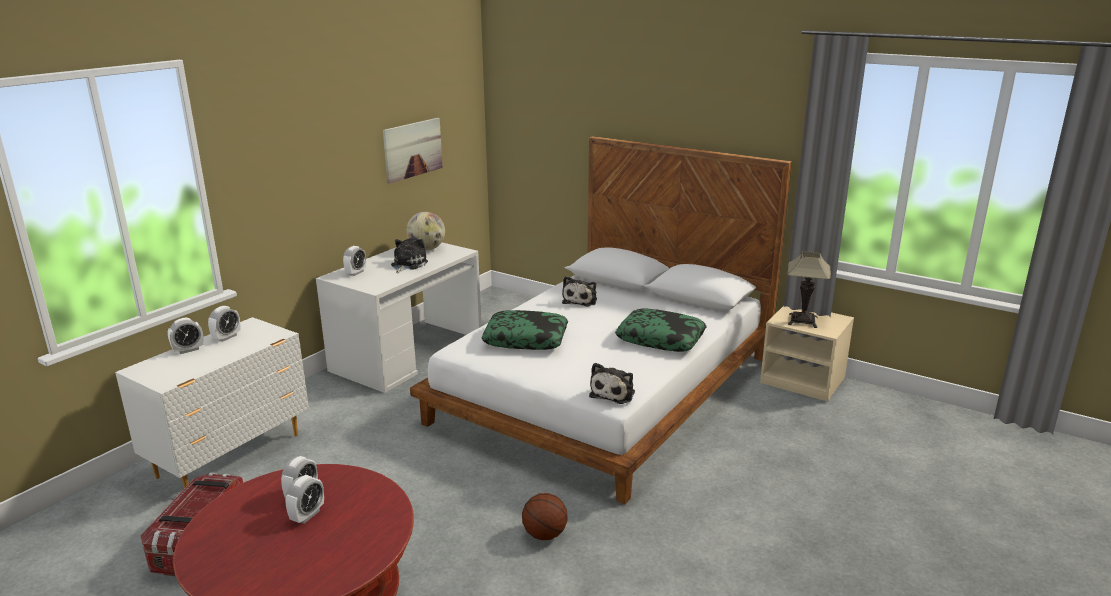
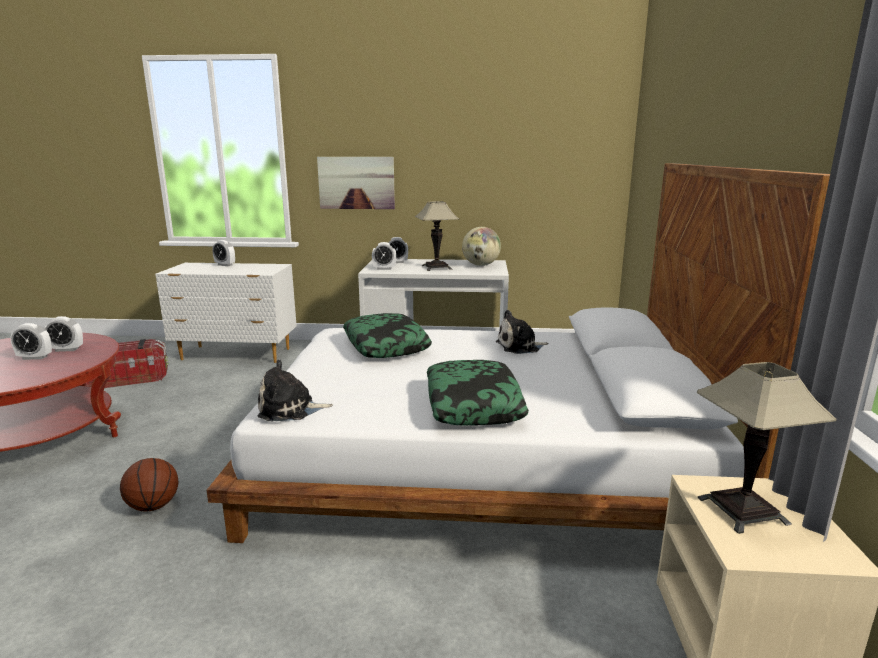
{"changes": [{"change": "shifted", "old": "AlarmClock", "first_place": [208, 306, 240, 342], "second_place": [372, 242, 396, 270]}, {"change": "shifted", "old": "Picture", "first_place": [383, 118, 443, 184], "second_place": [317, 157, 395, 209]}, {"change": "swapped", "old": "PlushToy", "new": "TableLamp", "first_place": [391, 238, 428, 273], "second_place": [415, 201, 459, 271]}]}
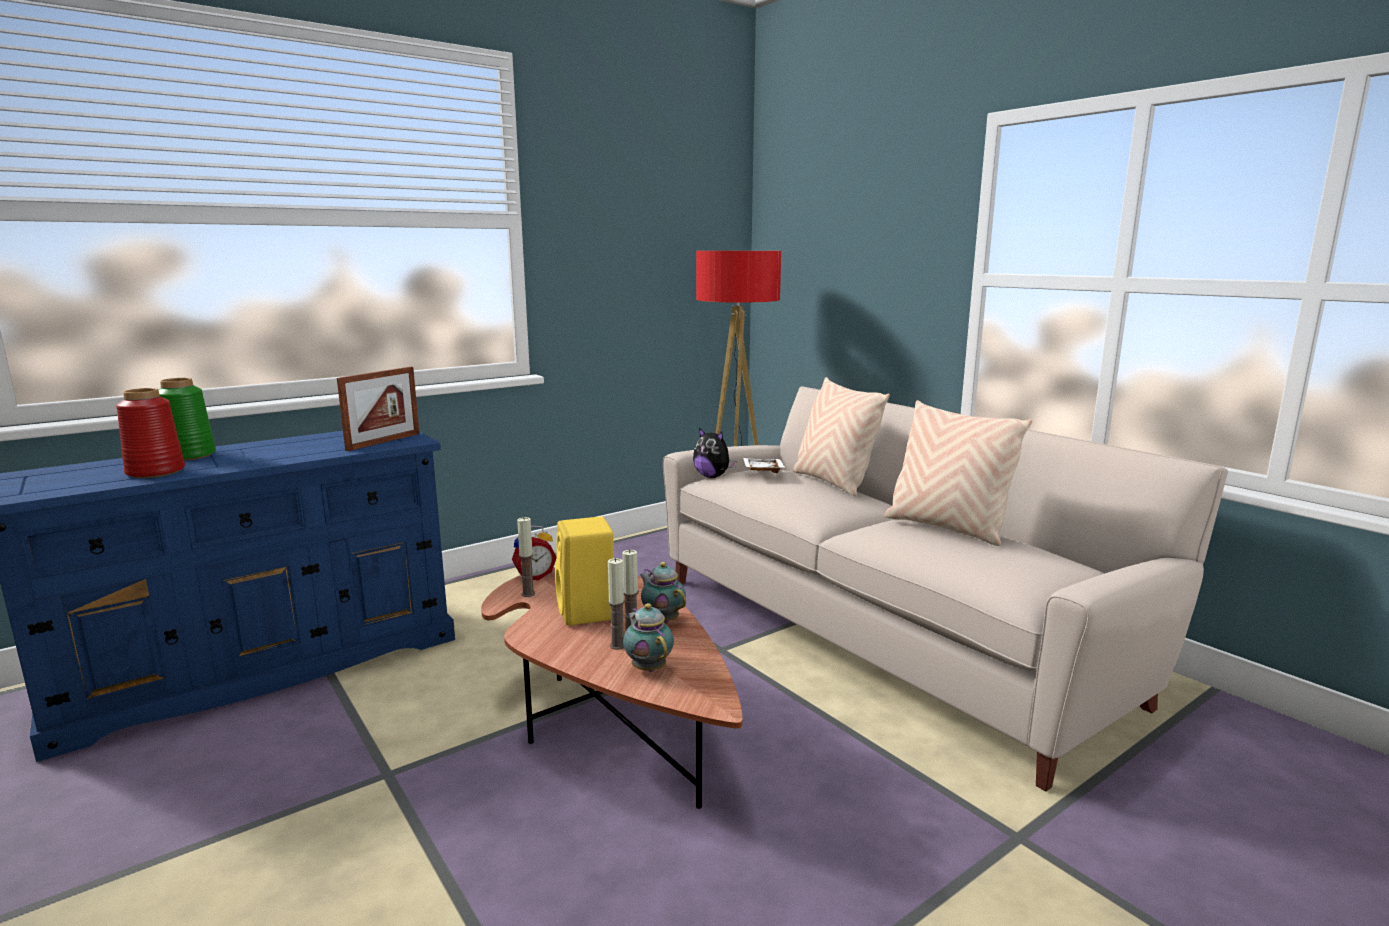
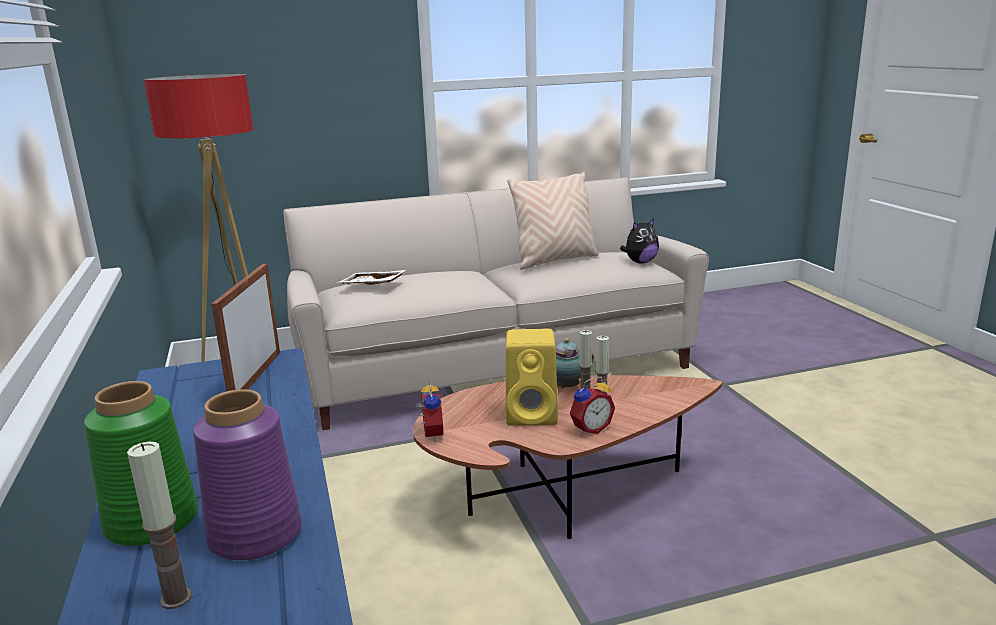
{"changes": [{"change": "repainted", "old": "RedVase", "new": "PurpleVase", "first_place": [116, 388, 185, 478], "second_place": [193, 389, 302, 560]}, {"change": "rotated", "old": "PictureFrame", "first_place": [337, 367, 420, 451], "second_place": [211, 264, 280, 392], "degrees": -135}, {"change": "shifted", "old": "Candle", "first_place": [517, 517, 535, 597], "second_place": [127, 442, 192, 609]}, {"change": "gone", "old": "Teapot", "first_place": [623, 603, 674, 672]}, {"change": "shifted", "old": "PlushToy", "first_place": [693, 427, 736, 478], "second_place": [620, 218, 659, 263]}, {"change": "gone", "old": "BeigePillow", "first_place": [793, 377, 890, 496]}, {"change": "new", "new": "AlarmClock", "second_place": [570, 377, 615, 435]}]}
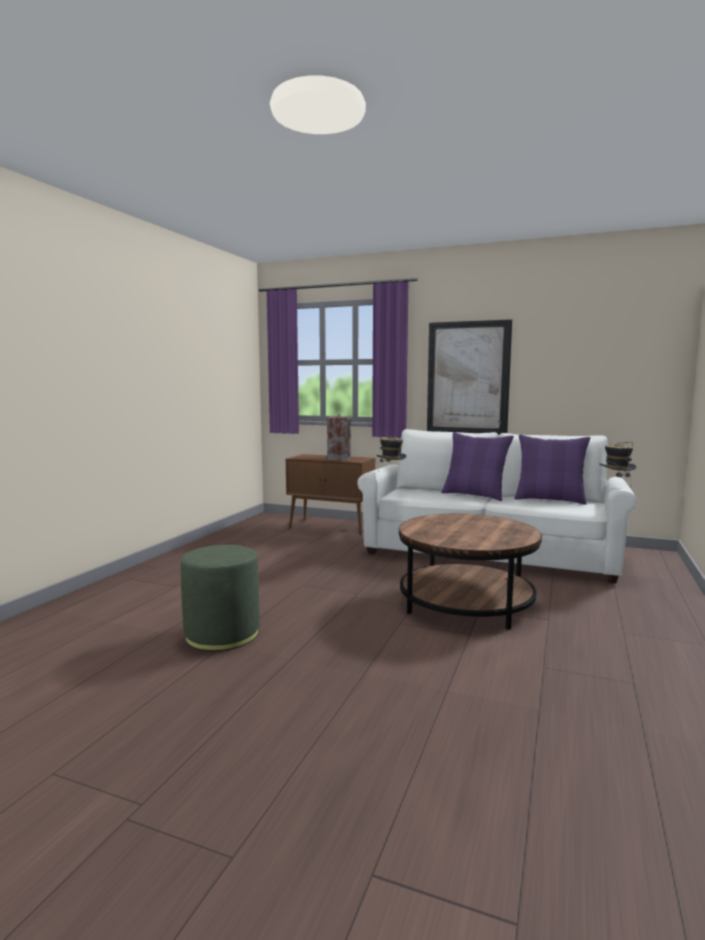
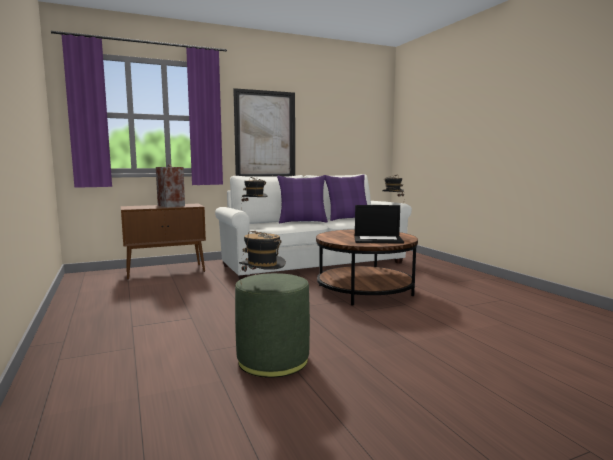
{"changes": [{"change": "new", "new": "Hat", "second_place": [239, 231, 286, 274]}, {"change": "new", "new": "Laptop", "second_place": [354, 205, 404, 244]}]}
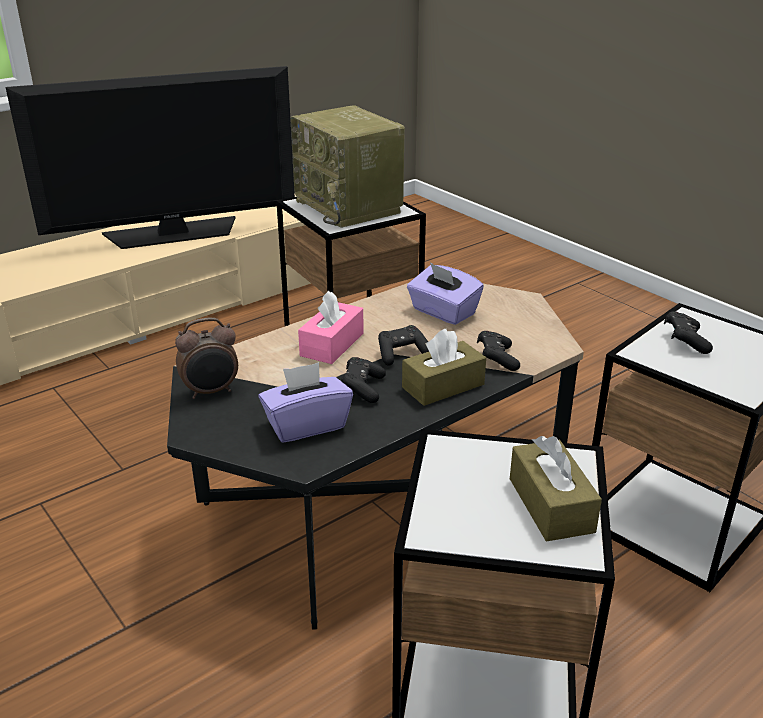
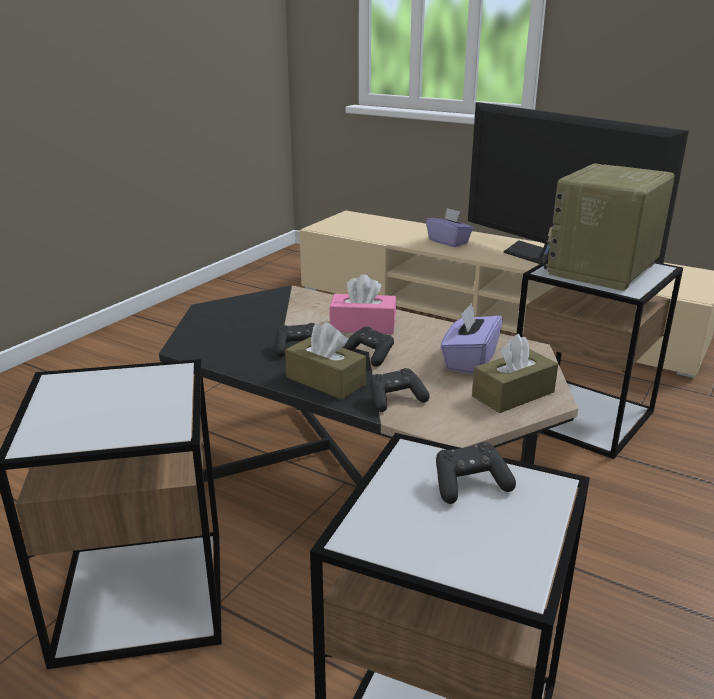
{"changes": [{"change": "gone", "old": "AlarmClock", "first_place": [175, 317, 238, 399]}, {"change": "shifted", "old": "PurpleTissueBox", "first_place": [258, 362, 353, 442], "second_place": [426, 208, 473, 247]}, {"change": "shifted", "old": "BrownTissueBox", "first_place": [510, 436, 602, 542], "second_place": [472, 334, 558, 413]}]}
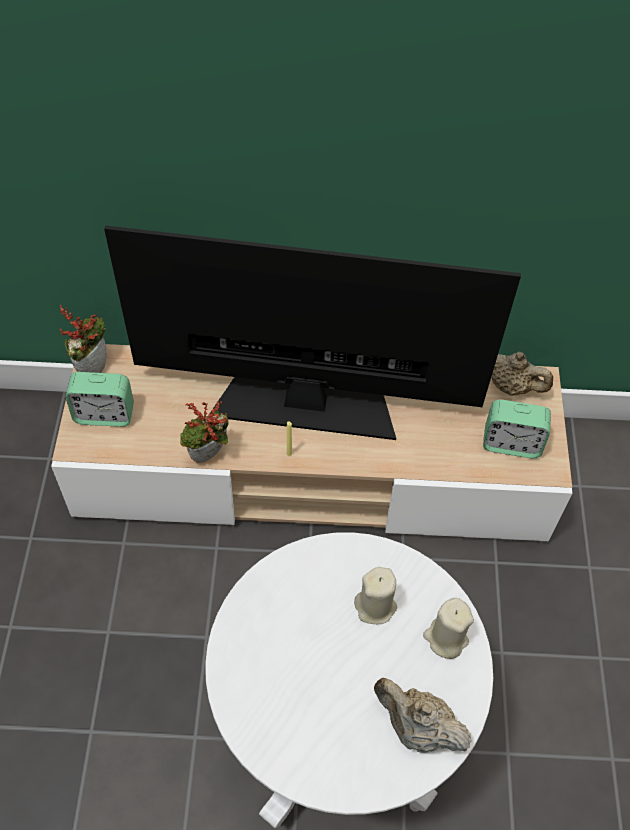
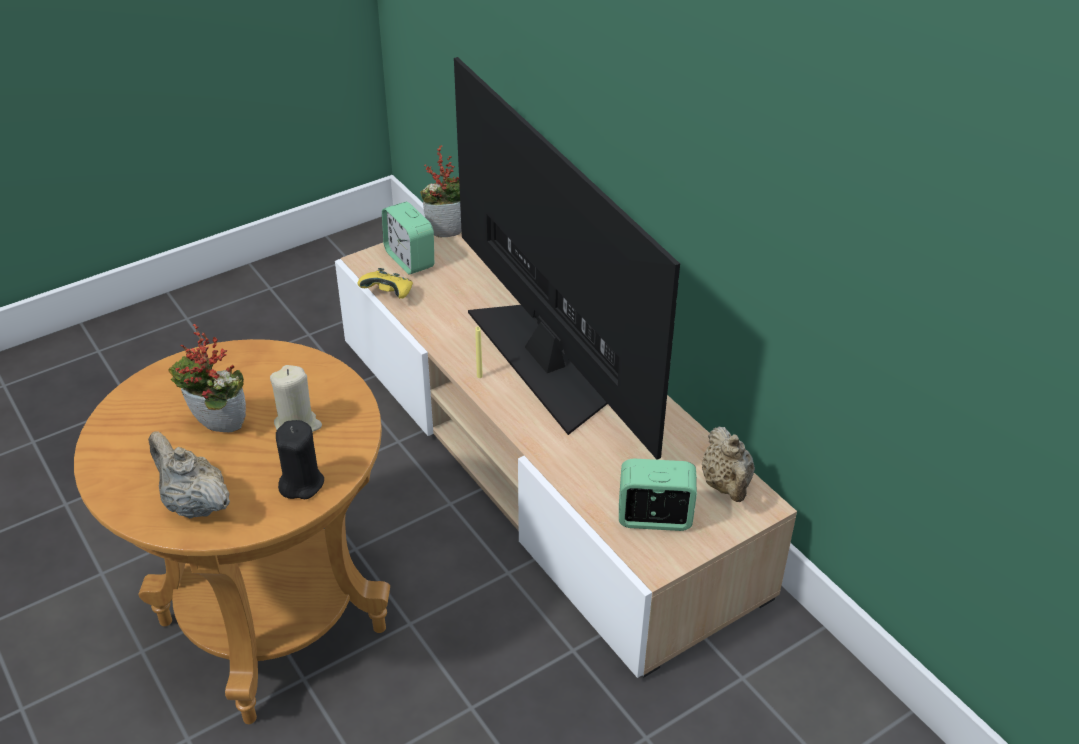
{"changes": [{"change": "shifted", "old": "PottedPlant", "first_place": [180, 401, 229, 463], "second_place": [168, 324, 246, 433]}, {"change": "repainted", "old": "WhiteSideTable", "new": "BrownSideTable", "first_place": [205, 532, 493, 828], "second_place": [74, 339, 390, 724]}, {"change": "rotated", "old": "BeigeTeapot", "first_place": [374, 678, 472, 753], "second_place": [148, 432, 230, 518], "degrees": -45}, {"change": "repainted", "old": "BeigeCandle", "new": "BlackCandle", "first_place": [423, 598, 474, 659], "second_place": [276, 420, 324, 499]}, {"change": "rotated", "old": "AlarmClock", "first_place": [483, 399, 551, 458], "second_place": [619, 458, 697, 531], "degrees": 120}, {"change": "new", "new": "YellowGameController", "second_place": [358, 268, 413, 299]}]}
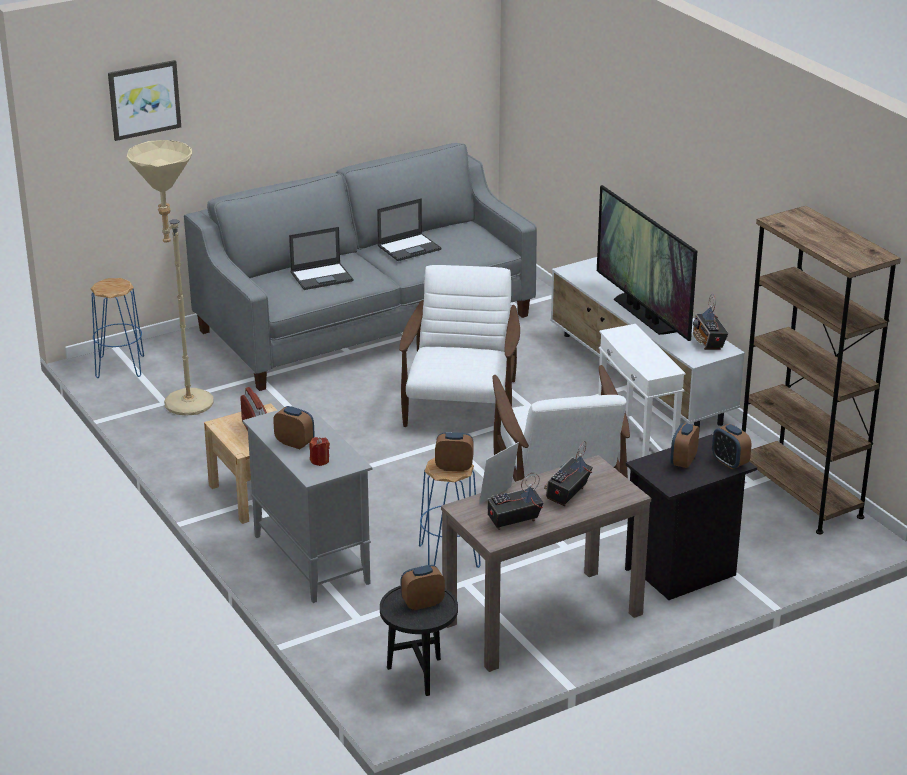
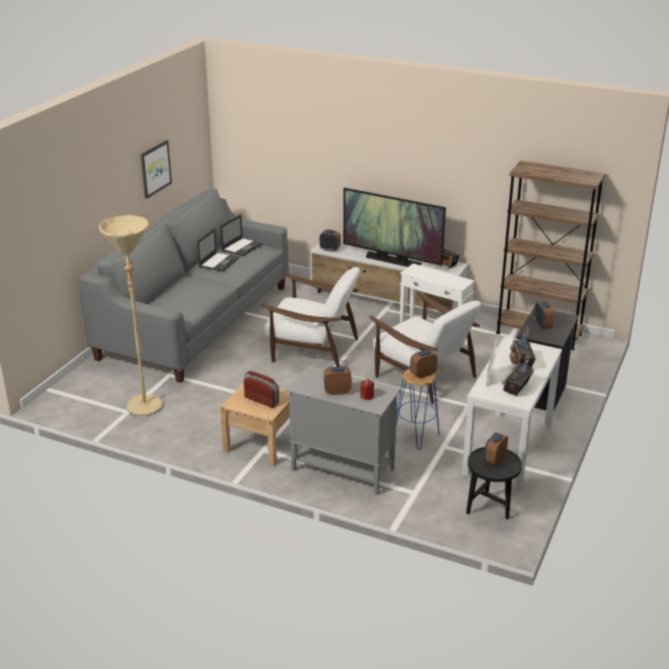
{"changes": [{"change": "gone", "old": "BlueStool", "first_place": [91, 278, 144, 378]}, {"change": "shifted", "old": "Picture", "first_place": [108, 60, 181, 141], "second_place": [140, 140, 172, 199]}, {"change": "shifted", "old": "Laptop", "first_place": [289, 227, 353, 290], "second_place": [220, 214, 263, 257]}, {"change": "rotated", "old": "WhiteArmchair", "first_place": [399, 265, 520, 427], "second_place": [261, 267, 360, 367], "degrees": 135}, {"change": "repainted", "old": "BrownConsoleTable", "new": "WhiteConsoleTable", "first_place": [441, 455, 651, 672], "second_place": [462, 337, 562, 490]}, {"change": "shifted", "old": "AlarmClock", "first_place": [712, 424, 751, 469], "second_place": [319, 230, 341, 252]}]}
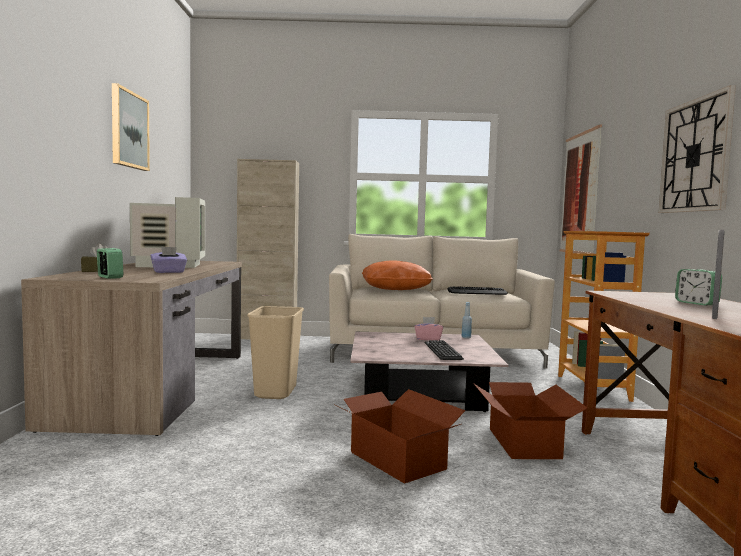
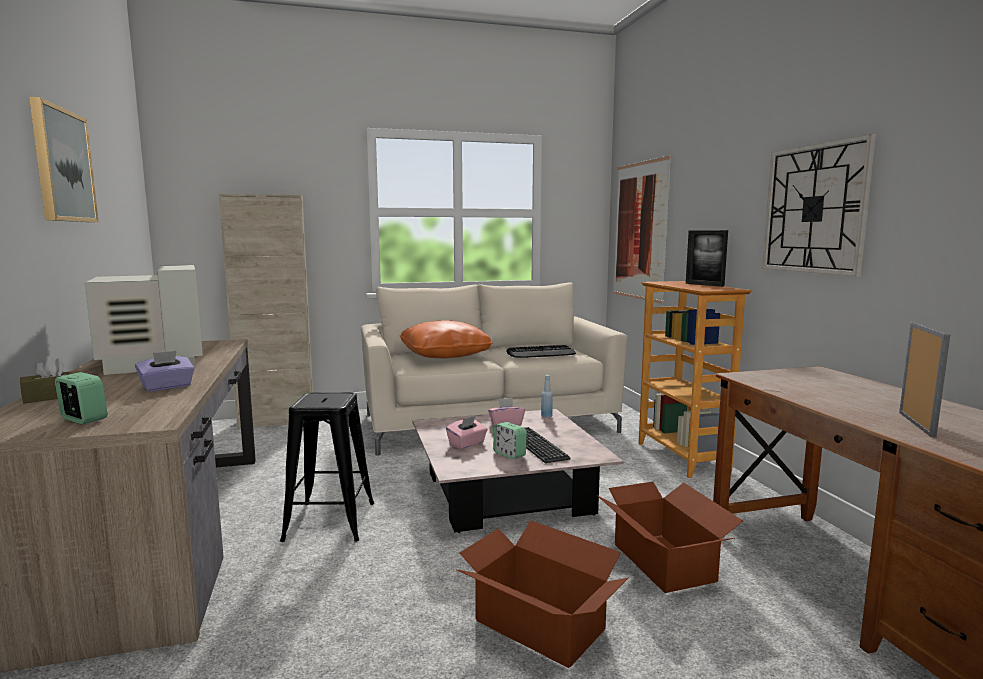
{"changes": [{"change": "swapped", "old": "BeigeTrashCan", "new": "BlackStool", "first_place": [247, 306, 304, 399], "second_place": [280, 392, 374, 542]}, {"change": "shifted", "old": "AlarmClock", "first_place": [675, 269, 722, 306], "second_place": [493, 422, 527, 459]}, {"change": "new", "new": "PinkTissueBox", "second_place": [446, 416, 488, 449]}, {"change": "new", "new": "PictureFrame", "second_place": [686, 230, 728, 287]}]}
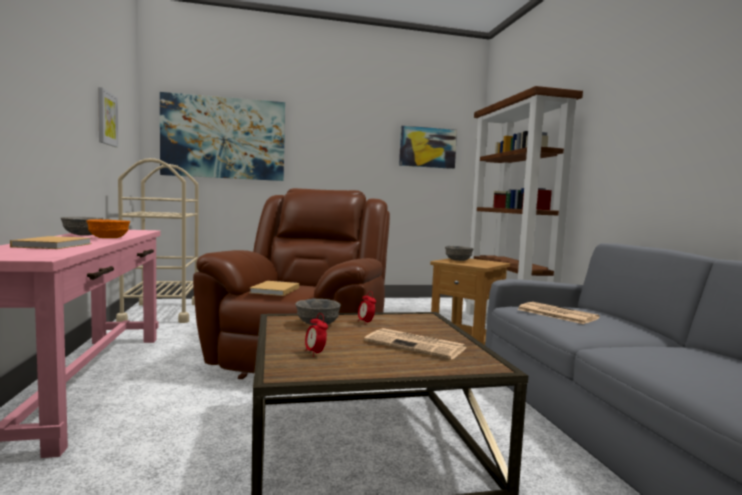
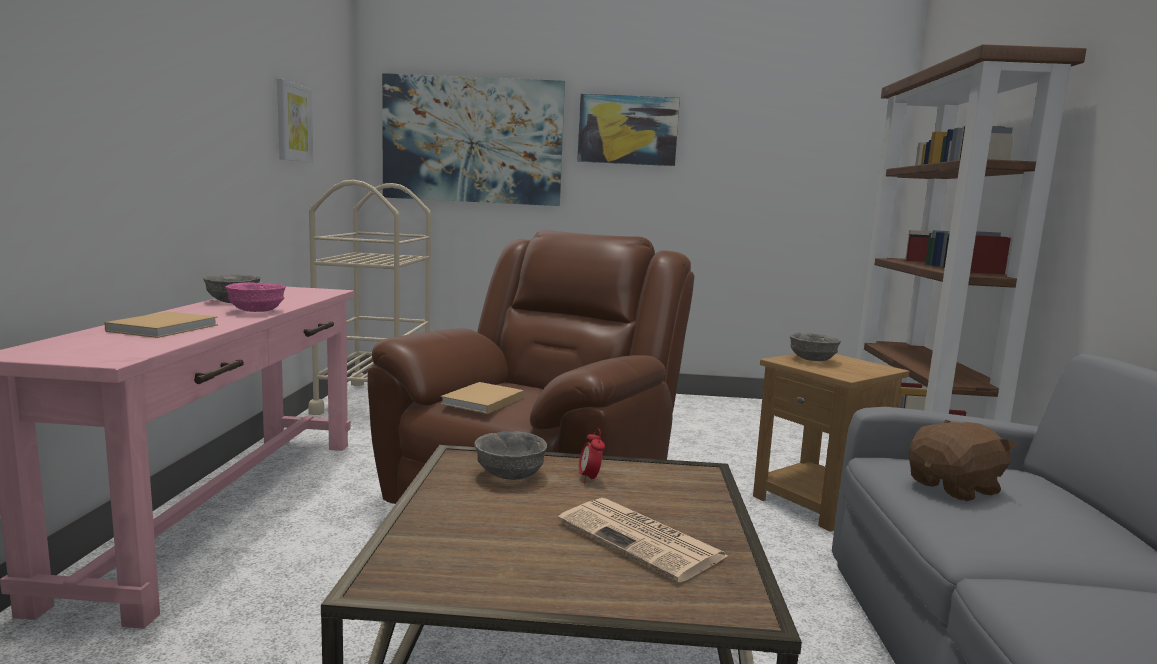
{"changes": [{"change": "repainted", "old": "OrangeBowl", "new": "PinkBowl", "first_place": [86, 219, 130, 238], "second_place": [226, 282, 286, 312]}, {"change": "gone", "old": "AlarmClock", "first_place": [305, 313, 328, 357]}, {"change": "shifted", "old": "Picture", "first_place": [399, 126, 457, 169], "second_place": [577, 94, 680, 166]}, {"change": "swapped", "old": "Newspaper", "new": "BrownPlushToy", "first_place": [517, 302, 600, 324], "second_place": [908, 420, 1017, 501]}]}
